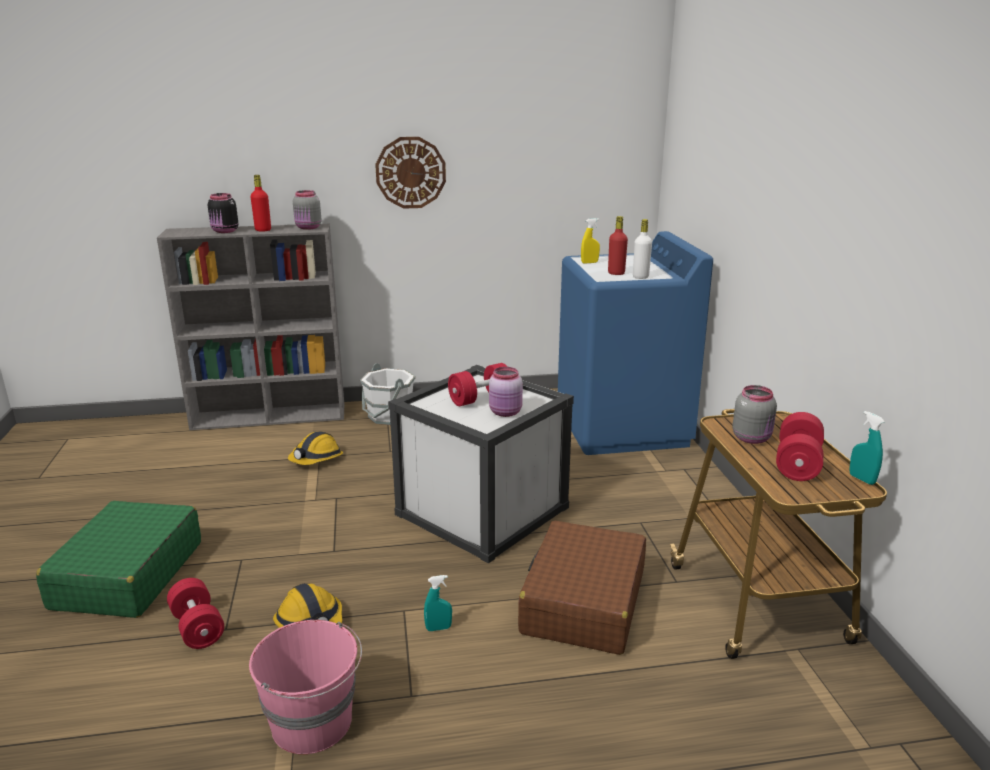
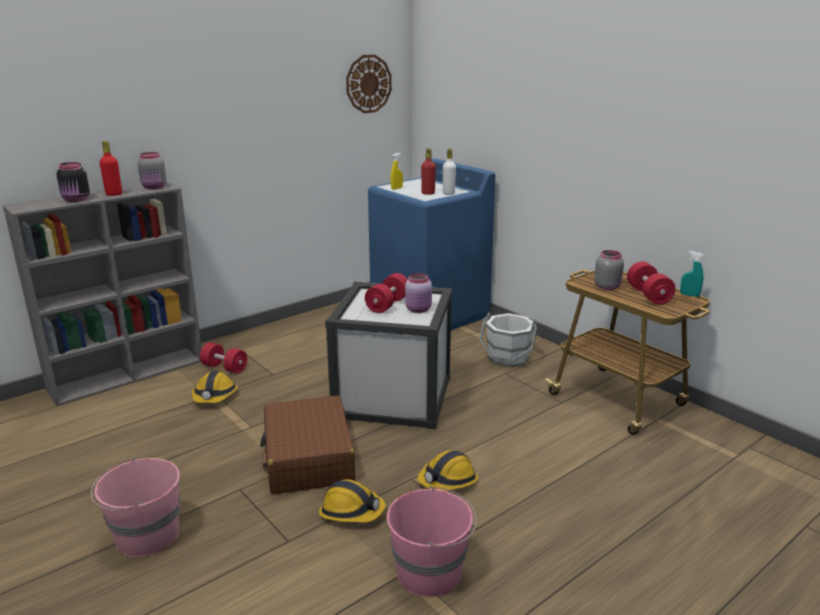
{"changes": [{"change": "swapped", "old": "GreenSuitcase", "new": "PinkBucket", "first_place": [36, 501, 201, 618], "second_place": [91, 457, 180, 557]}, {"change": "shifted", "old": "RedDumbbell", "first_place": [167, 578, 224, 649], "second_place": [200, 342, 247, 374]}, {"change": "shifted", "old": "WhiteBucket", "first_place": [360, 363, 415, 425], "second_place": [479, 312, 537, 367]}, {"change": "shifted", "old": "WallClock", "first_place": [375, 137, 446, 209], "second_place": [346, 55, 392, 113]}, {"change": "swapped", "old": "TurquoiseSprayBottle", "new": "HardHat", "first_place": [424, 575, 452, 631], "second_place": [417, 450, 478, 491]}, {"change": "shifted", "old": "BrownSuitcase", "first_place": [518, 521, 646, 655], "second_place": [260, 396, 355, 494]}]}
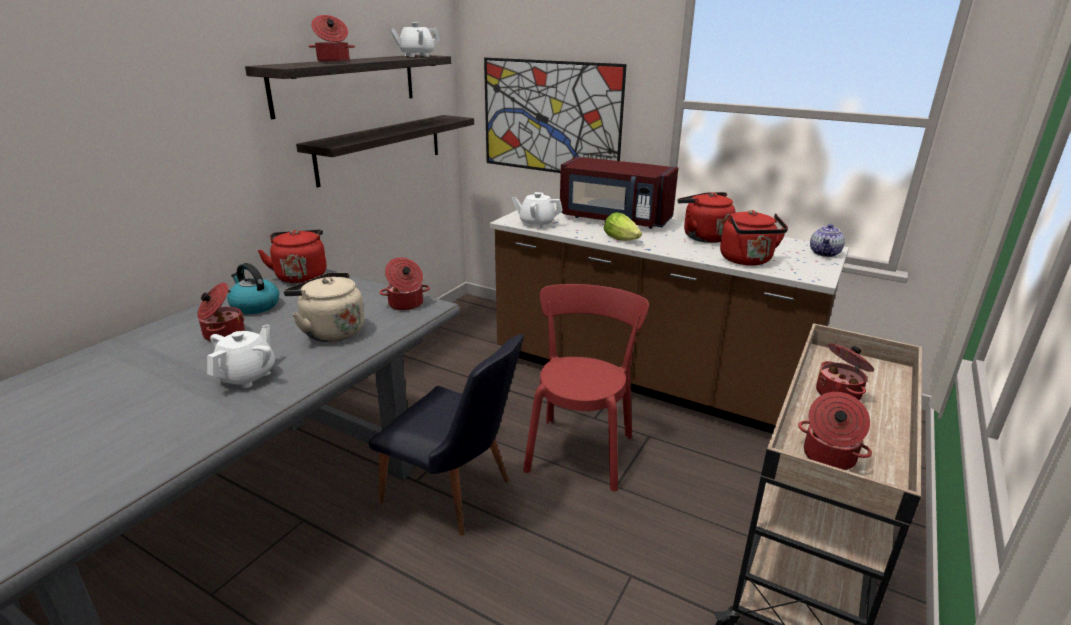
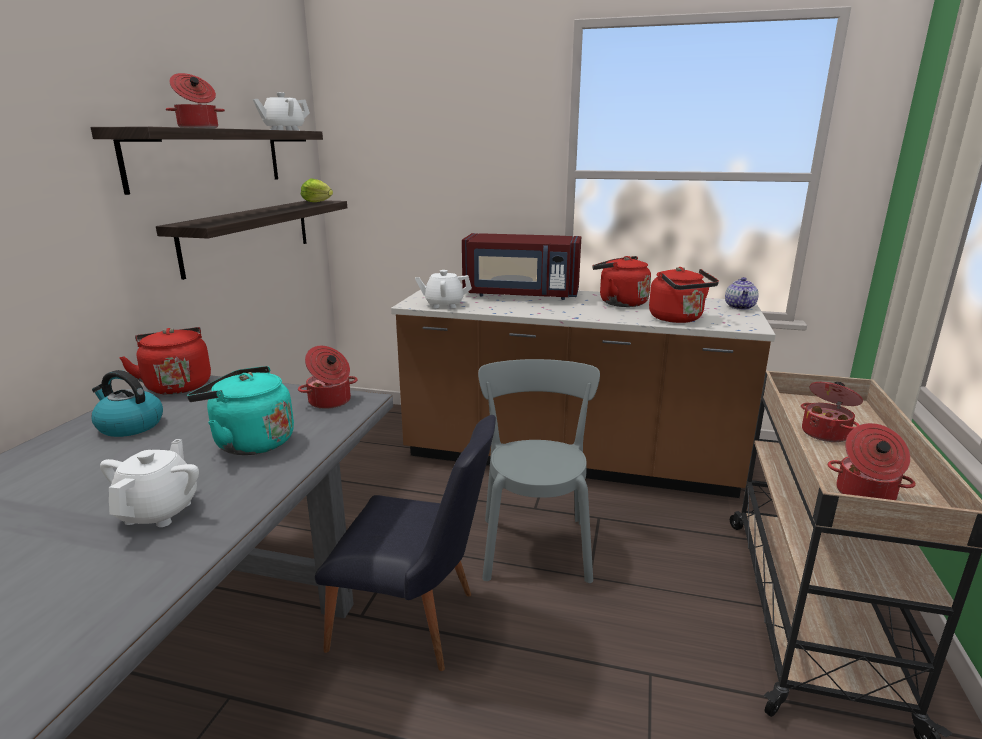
{"changes": [{"change": "gone", "old": "CookingPot", "first_place": [197, 283, 245, 341]}, {"change": "repainted", "old": "BeigeKettle", "new": "TurquoiseKettle", "first_place": [283, 272, 365, 342], "second_place": [187, 366, 294, 455]}, {"change": "gone", "old": "Picture", "first_place": [484, 58, 627, 173]}, {"change": "repainted", "old": "RedChair", "new": "GreyChair", "first_place": [523, 284, 649, 491], "second_place": [478, 359, 600, 583]}, {"change": "shifted", "old": "Lettuce", "first_place": [604, 212, 642, 241], "second_place": [301, 179, 333, 202]}]}
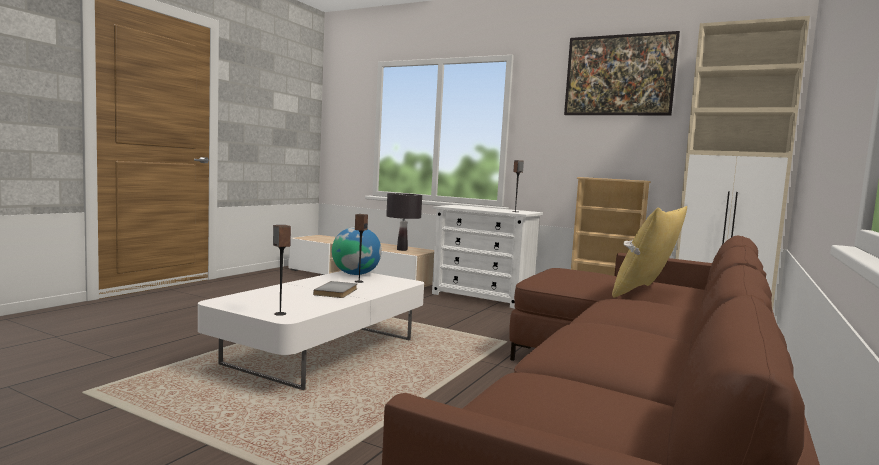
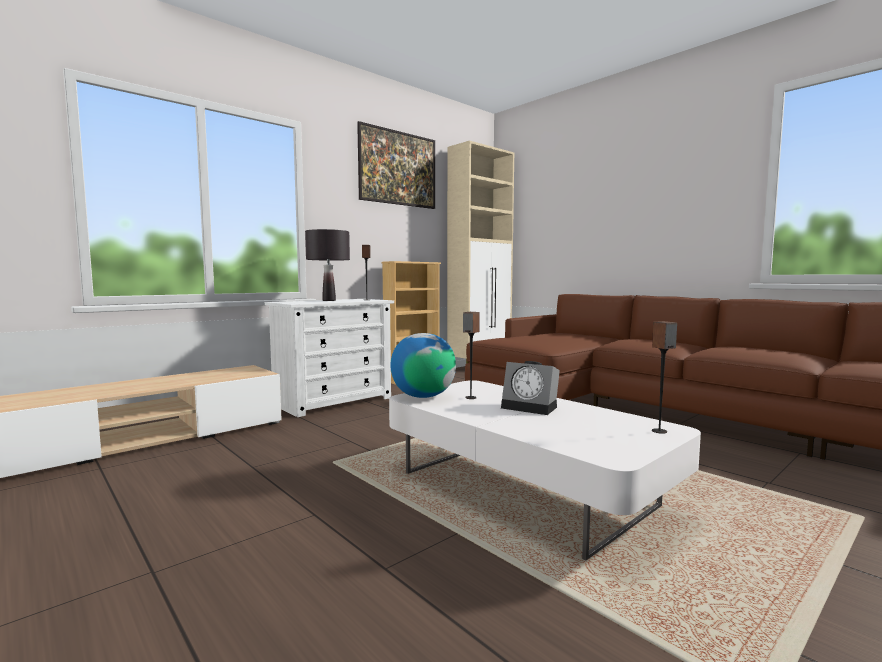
{"changes": [{"change": "swapped", "old": "GreyBook", "new": "AlarmClock", "first_place": [313, 281, 357, 298], "second_place": [501, 361, 560, 415]}, {"change": "shifted", "old": "BlackTableLamp", "first_place": [386, 193, 422, 251], "second_place": [305, 229, 350, 301]}, {"change": "gone", "old": "YellowPillow", "first_place": [612, 206, 687, 298]}]}
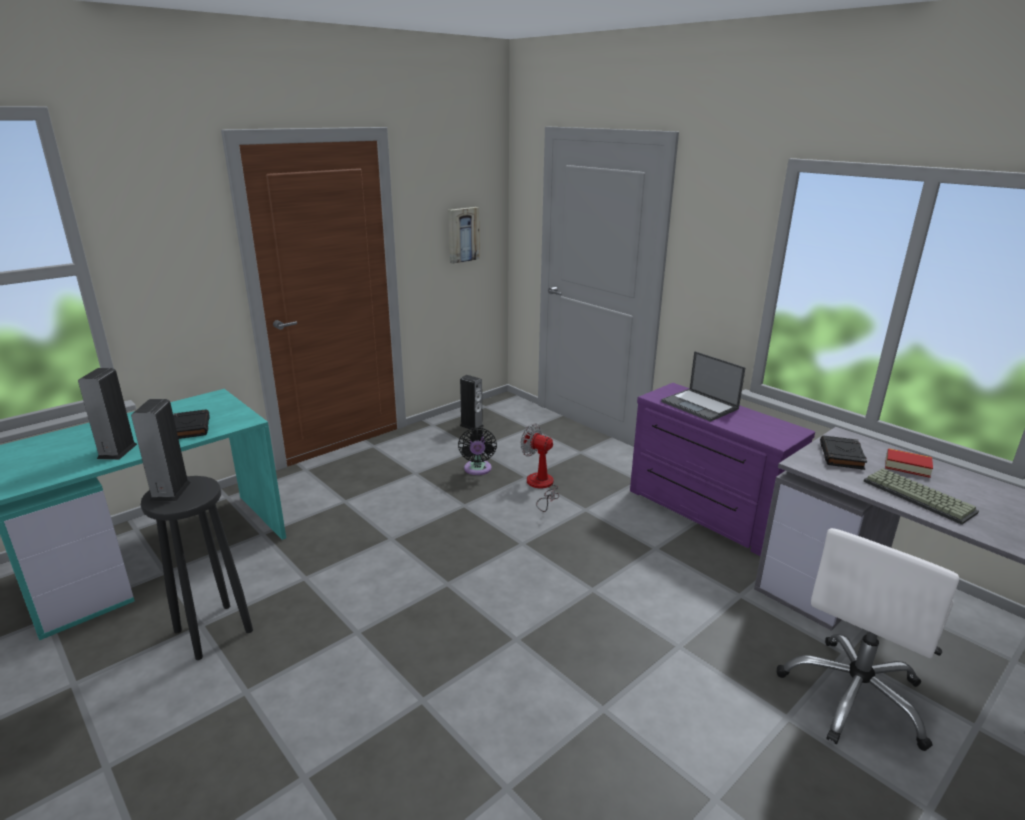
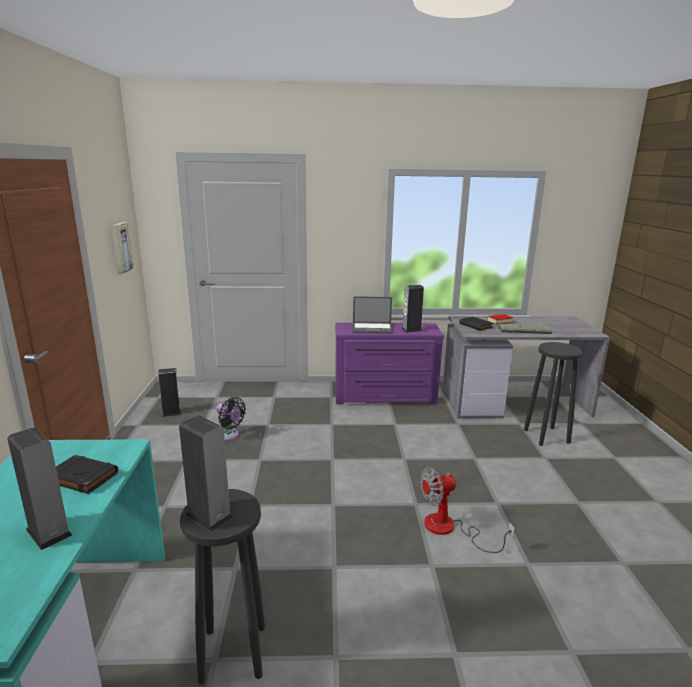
{"changes": [{"change": "shifted", "old": "Fan", "first_place": [521, 423, 559, 512], "second_place": [420, 467, 515, 553]}, {"change": "swapped", "old": "WhiteOfficeChair", "new": "BlackStool", "first_place": [777, 528, 959, 751], "second_place": [524, 342, 582, 446]}, {"change": "new", "new": "Speaker", "second_place": [402, 285, 424, 333]}]}
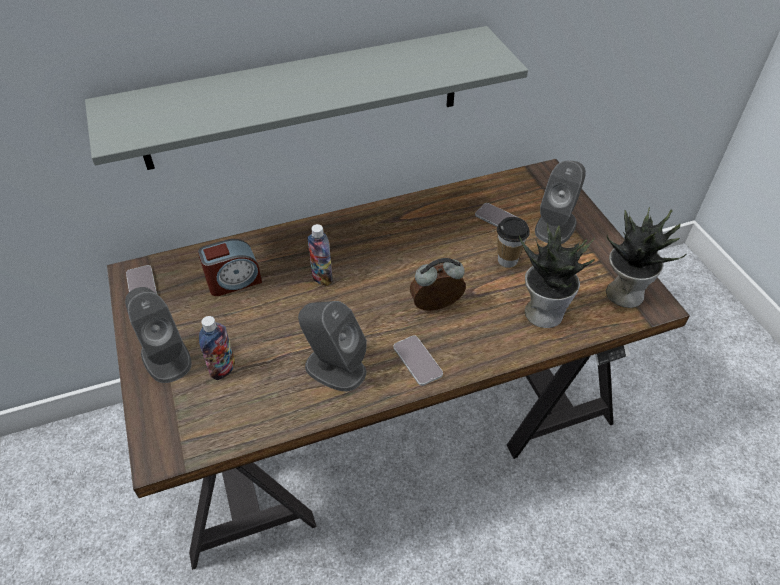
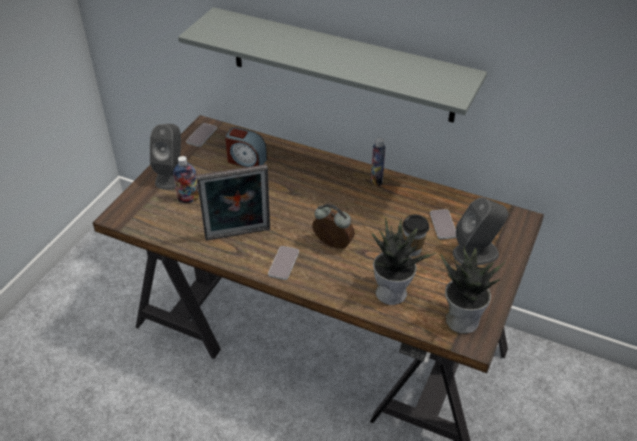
{"changes": [{"change": "swapped", "old": "GreySpeaker", "new": "PictureFrame", "first_place": [298, 301, 367, 391], "second_place": [196, 164, 270, 241]}, {"change": "shifted", "old": "Bottle", "first_place": [307, 224, 333, 286], "second_place": [371, 138, 385, 186]}]}
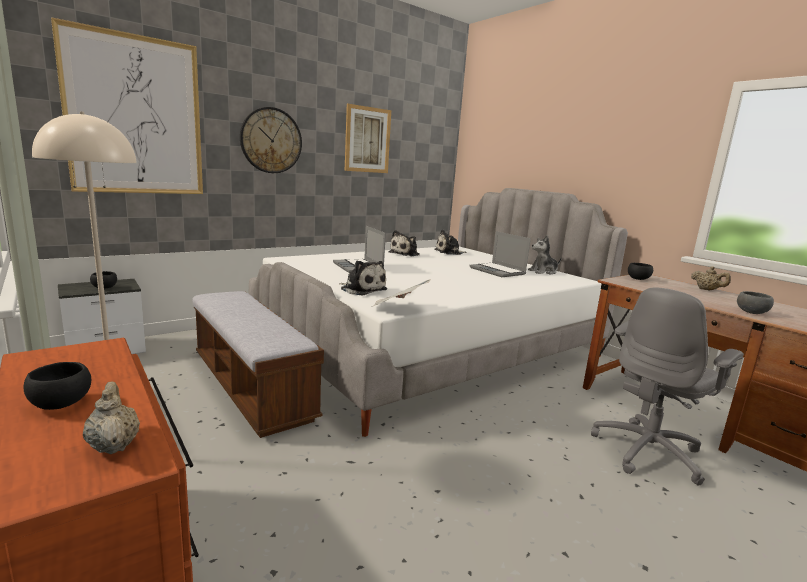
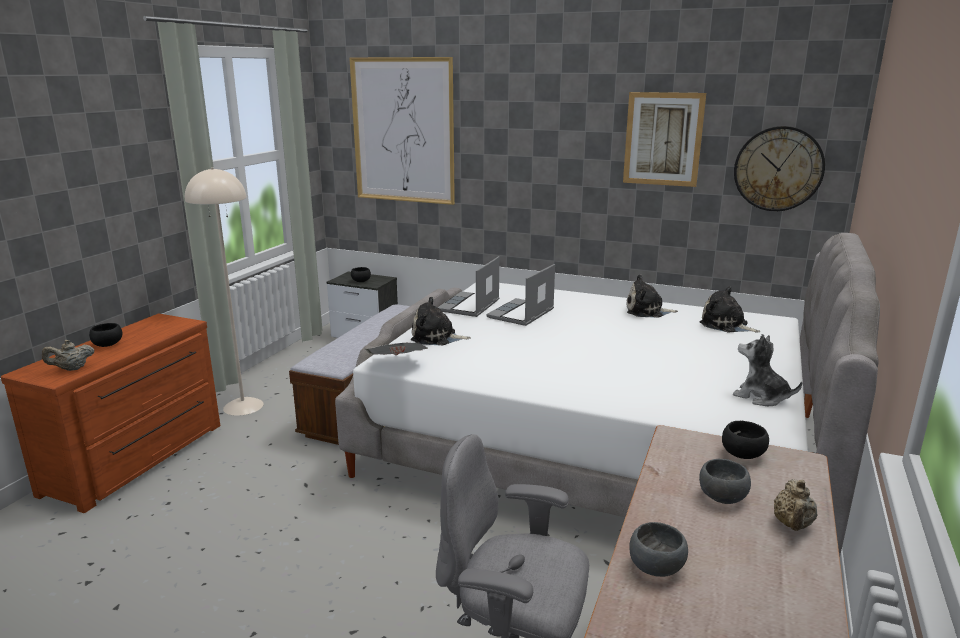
{"changes": [{"change": "rotated", "old": "BeigeTeapot", "first_place": [83, 381, 140, 454], "second_place": [42, 340, 94, 371], "degrees": -150}, {"change": "shifted", "old": "WallClock", "first_place": [240, 107, 302, 173], "second_place": [734, 126, 825, 211]}, {"change": "rotated", "old": "PlushToy", "first_place": [339, 261, 387, 296], "second_place": [411, 297, 471, 345], "degrees": 90}, {"change": "shifted", "old": "Laptop", "first_place": [470, 231, 531, 277], "second_place": [437, 256, 499, 317]}, {"change": "new", "new": "GreyBowl", "second_place": [699, 459, 751, 504]}]}
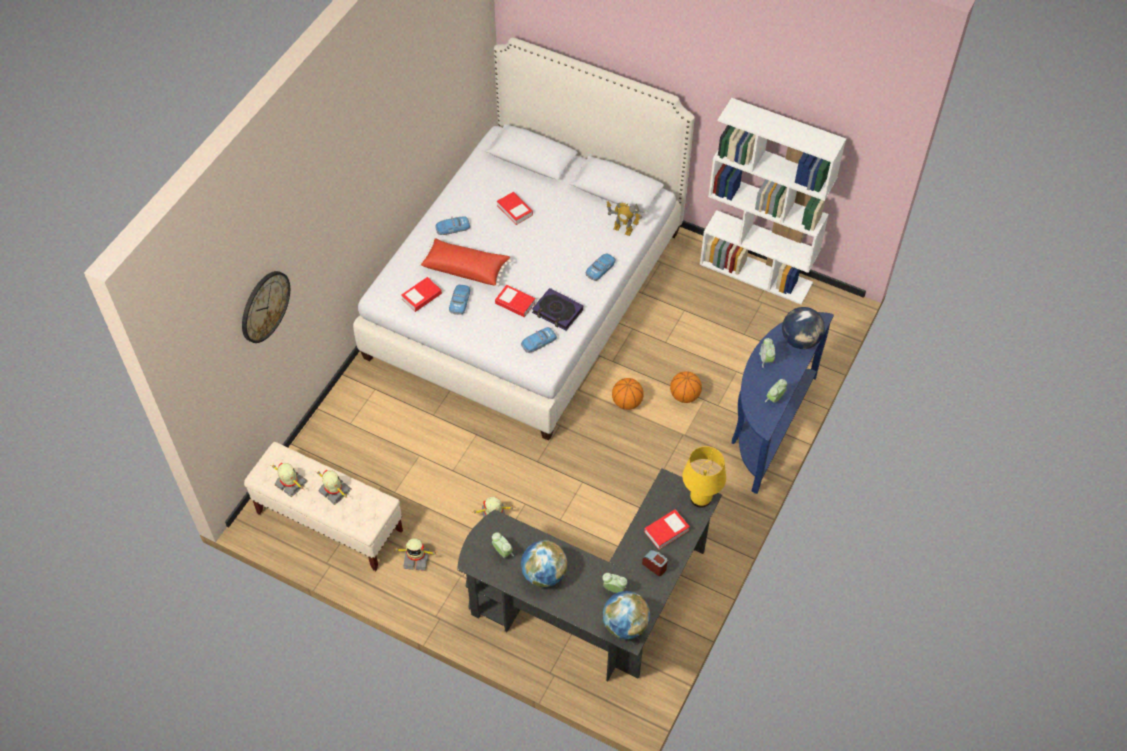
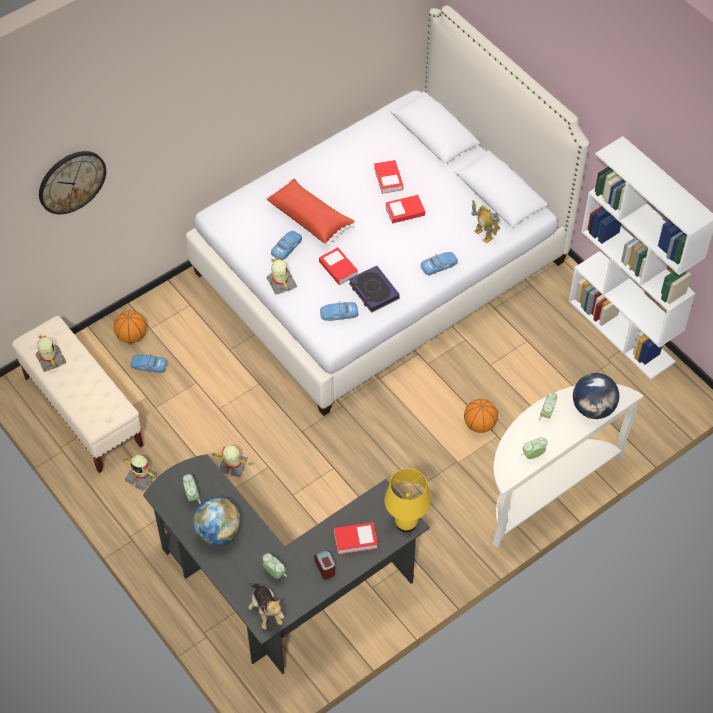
{"changes": [{"change": "shifted", "old": "ToyRobot", "first_place": [317, 470, 352, 505], "second_place": [267, 257, 297, 295]}, {"change": "shifted", "old": "Book", "first_place": [402, 277, 442, 312], "second_place": [385, 195, 425, 224]}, {"change": "shifted", "old": "ToyCar", "first_place": [435, 216, 471, 235], "second_place": [130, 354, 168, 373]}, {"change": "swapped", "old": "Globe", "new": "PlushToy", "first_place": [603, 591, 650, 639], "second_place": [248, 583, 284, 629]}, {"change": "shifted", "old": "Basketball", "first_place": [612, 378, 644, 410], "second_place": [114, 310, 147, 343]}, {"change": "repainted", "old": "BlueConsoleTable", "new": "WhiteConsoleTable", "first_place": [732, 312, 834, 494], "second_place": [493, 384, 643, 548]}]}
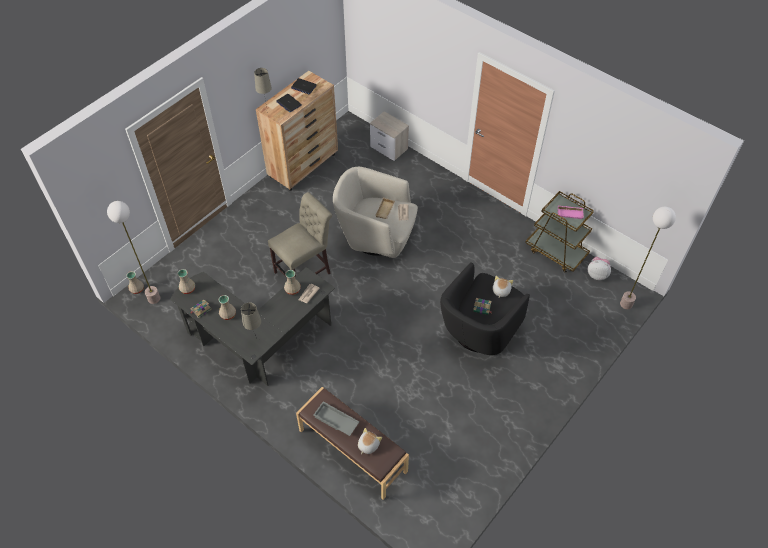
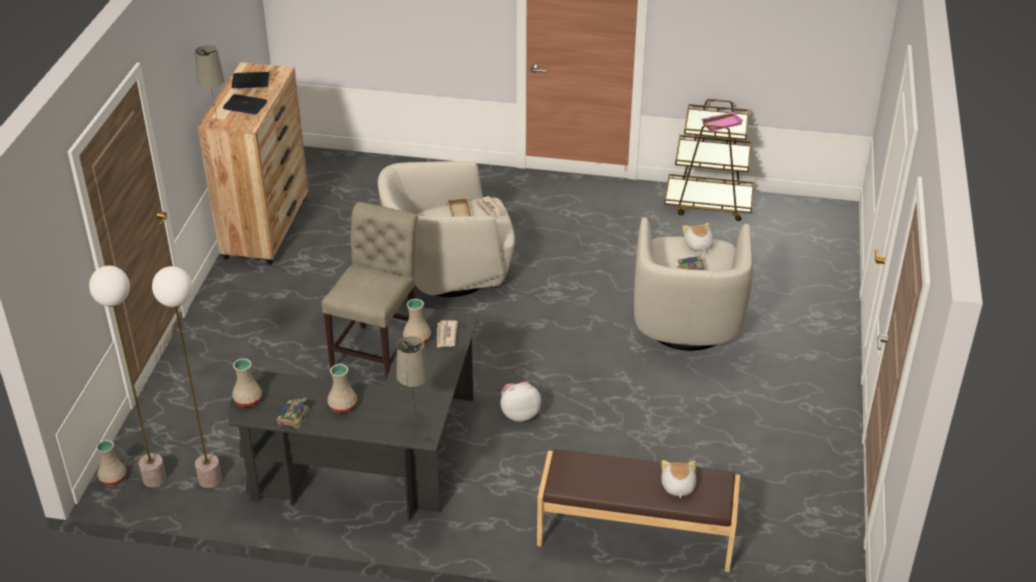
{"changes": [{"change": "gone", "old": "GreyTray", "first_place": [313, 401, 359, 436]}, {"change": "gone", "old": "Nightstand", "first_place": [370, 111, 409, 161]}, {"change": "repainted", "old": "BlackArmchair", "new": "BeigeArmchair", "first_place": [440, 262, 530, 355], "second_place": [634, 217, 753, 351]}, {"change": "shifted", "old": "PlushToy", "first_place": [588, 257, 611, 280], "second_place": [500, 382, 541, 422]}, {"change": "shifted", "old": "FloorLamp", "first_place": [620, 207, 676, 309], "second_place": [152, 266, 222, 488]}]}
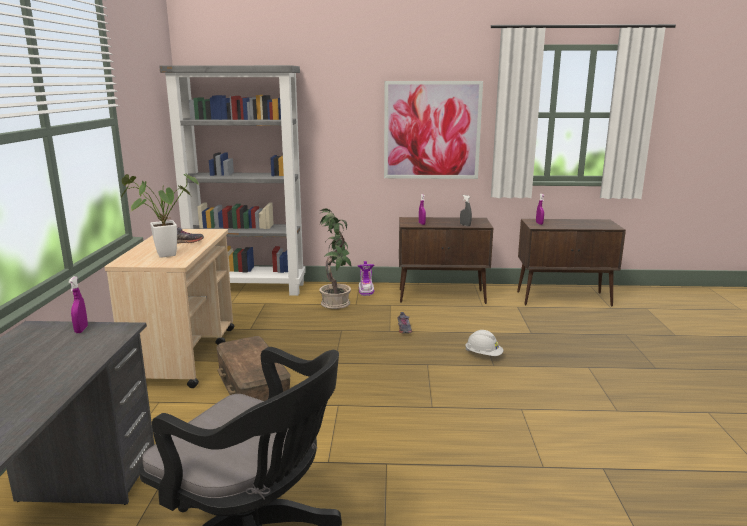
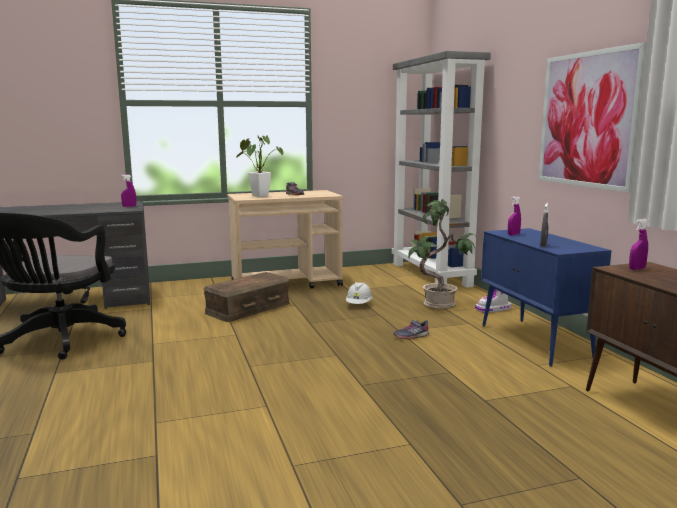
{"changes": [{"change": "repainted", "old": "BrownCabinet", "new": "BlueCabinet", "first_place": [399, 217, 493, 304], "second_place": [481, 228, 611, 367]}, {"change": "shifted", "old": "WhiteHardHat", "first_place": [465, 330, 503, 356], "second_place": [346, 282, 373, 304]}]}
